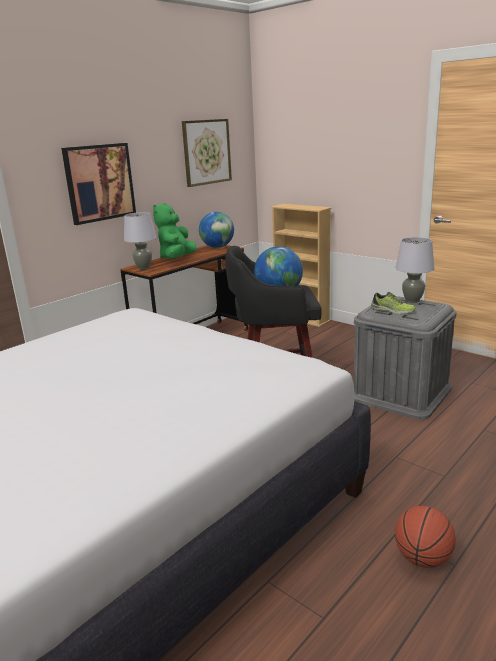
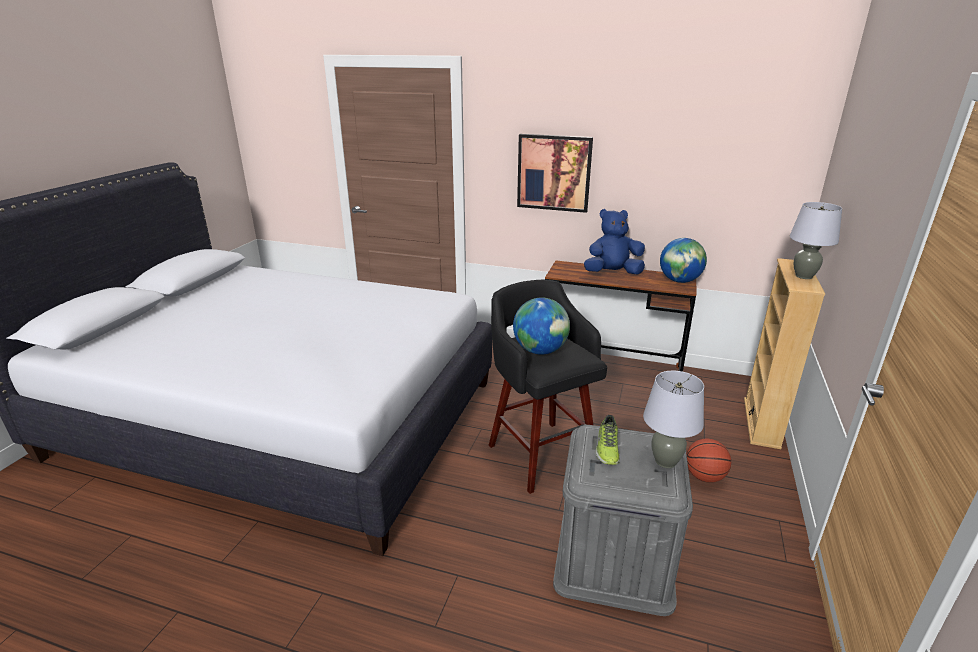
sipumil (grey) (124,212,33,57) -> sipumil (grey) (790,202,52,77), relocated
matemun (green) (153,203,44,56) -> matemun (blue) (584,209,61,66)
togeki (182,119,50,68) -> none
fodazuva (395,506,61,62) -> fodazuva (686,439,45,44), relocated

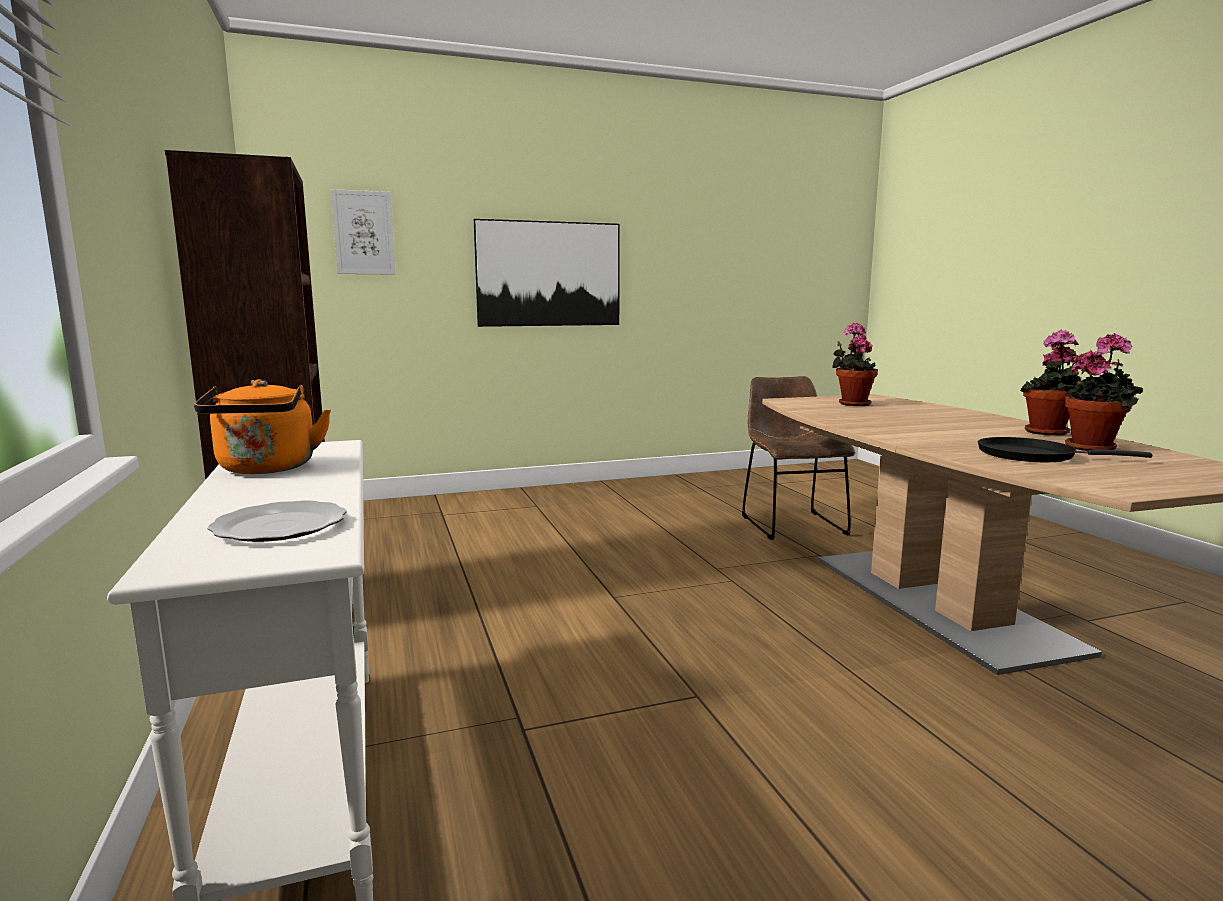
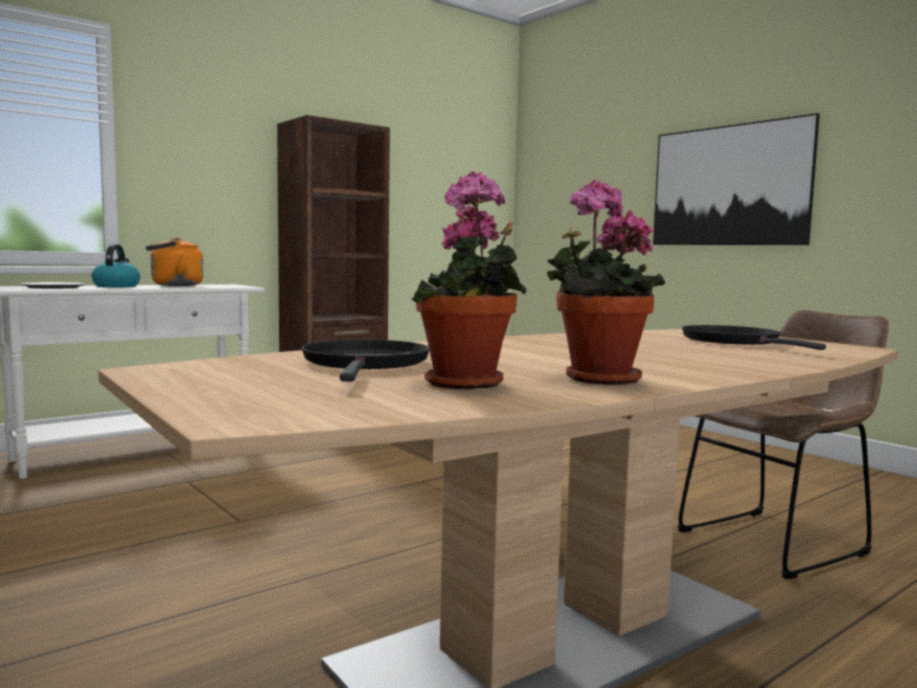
togeki (331,189,64,86) -> none
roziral (832,322,46,84) -> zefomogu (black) (682,325,144,25)
none -> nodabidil (91,244,49,43)

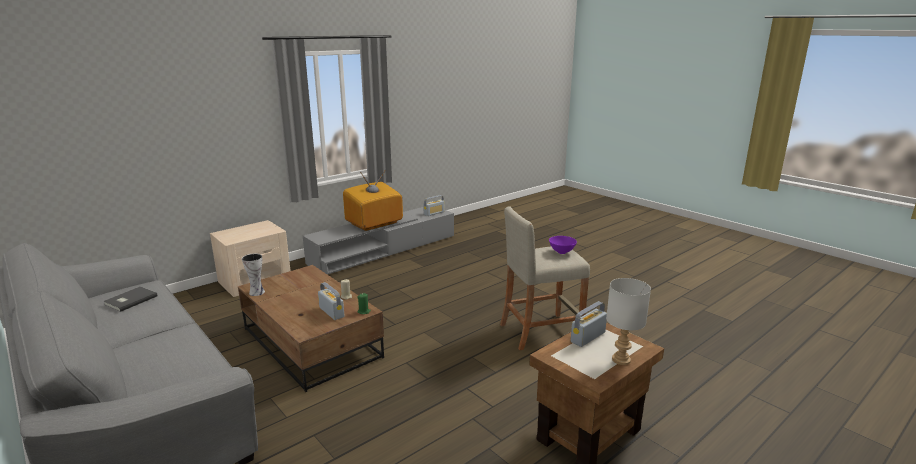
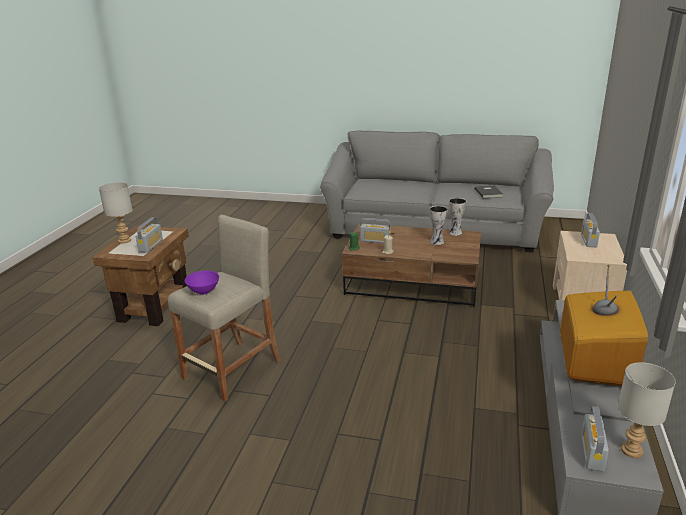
none -> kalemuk (430,206,18,39)
none -> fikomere (581,213,19,34)
none -> sipumil (grey) (618,362,58,96)

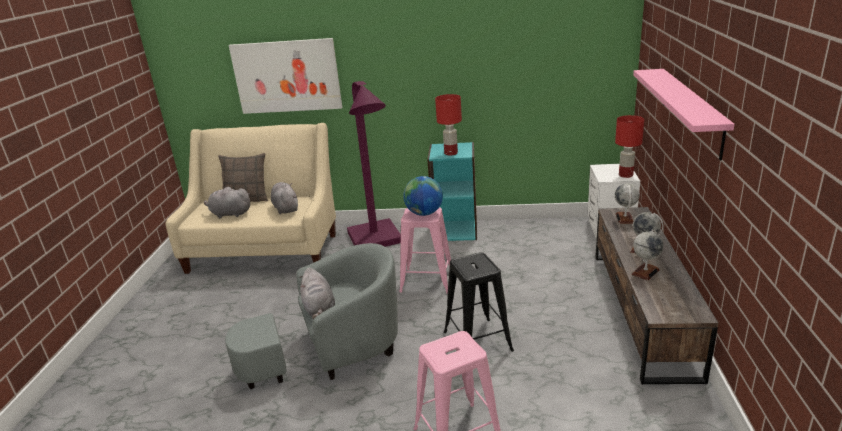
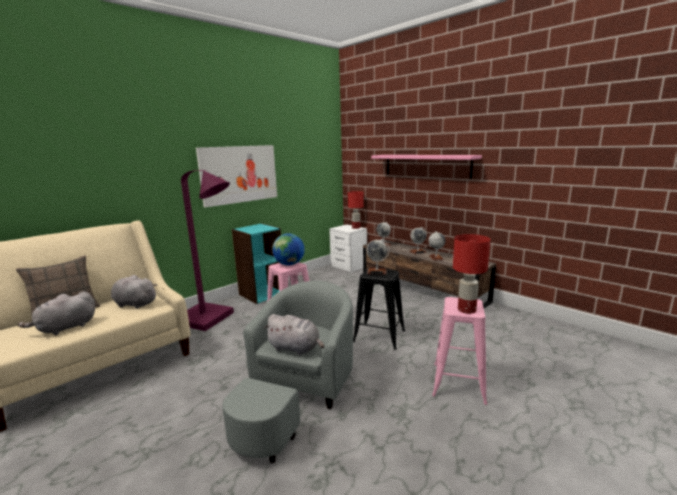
togeki (229,38,113,76) -> togeki (196,145,81,63), relocated
sipumil (red) (435,94,27,61) -> sipumil (red) (453,234,37,80), relocated
none -> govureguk (366,239,23,36)

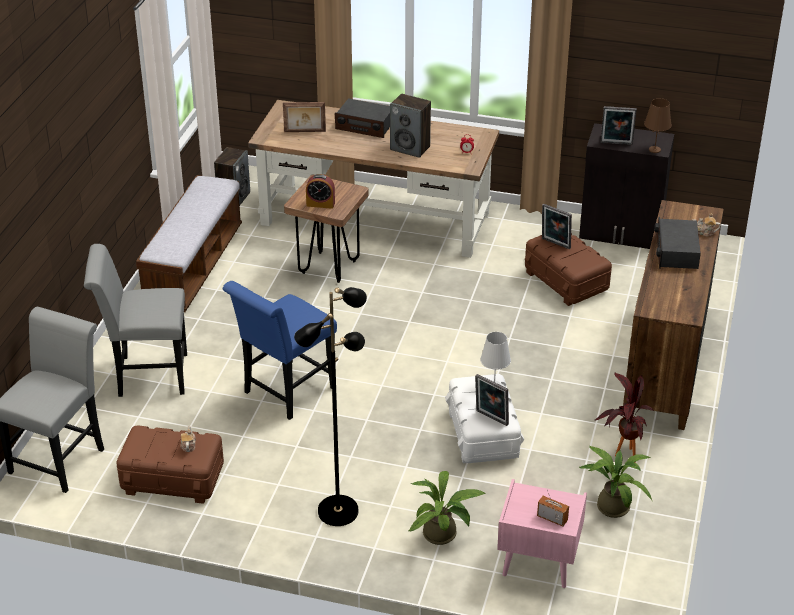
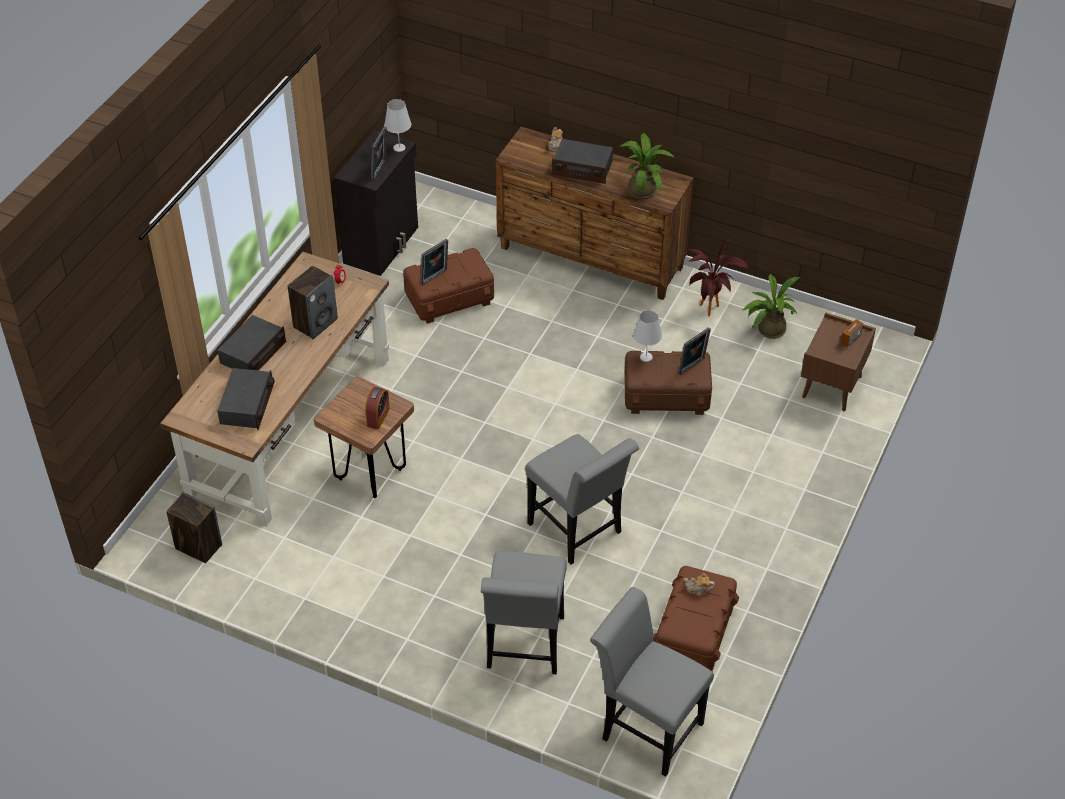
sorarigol (136,175,106,137) -> none
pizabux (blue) (223,281,114,139) -> pizabux (grey) (525,434,114,131)
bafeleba (283,102,43,30) -> fikomere (217,368,57,62)
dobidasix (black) (294,287,73,239) -> none
roziral (409,471,77,74) -> roziral (620,133,55,66), relocated
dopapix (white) (445,374,79,89) -> dopapix (brown) (624,351,88,64)
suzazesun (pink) (497,479,90,109) -> suzazesun (brown) (801,312,75,99)
sipumil (brown) (644,98,28,55) -> sipumil (white) (384,99,27,53)

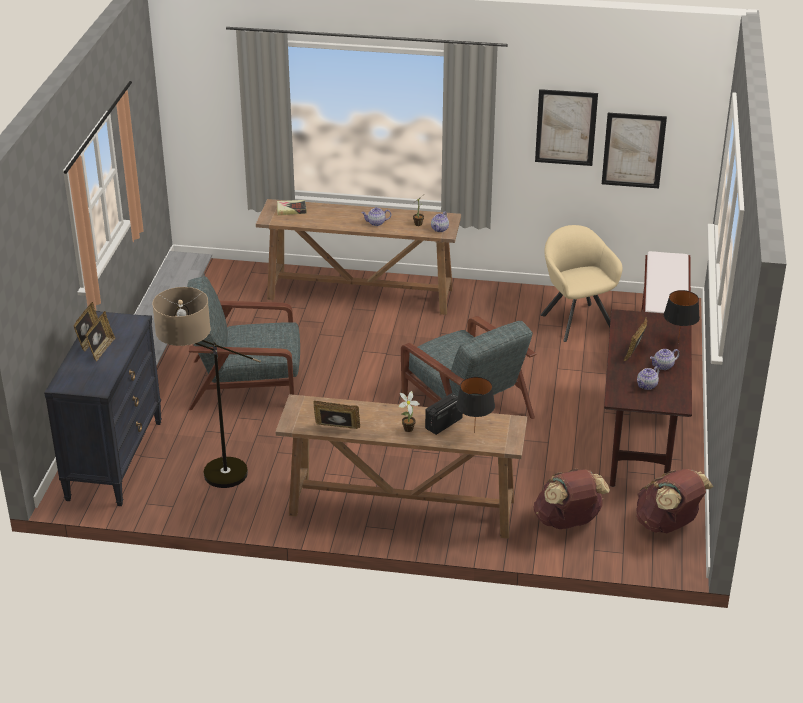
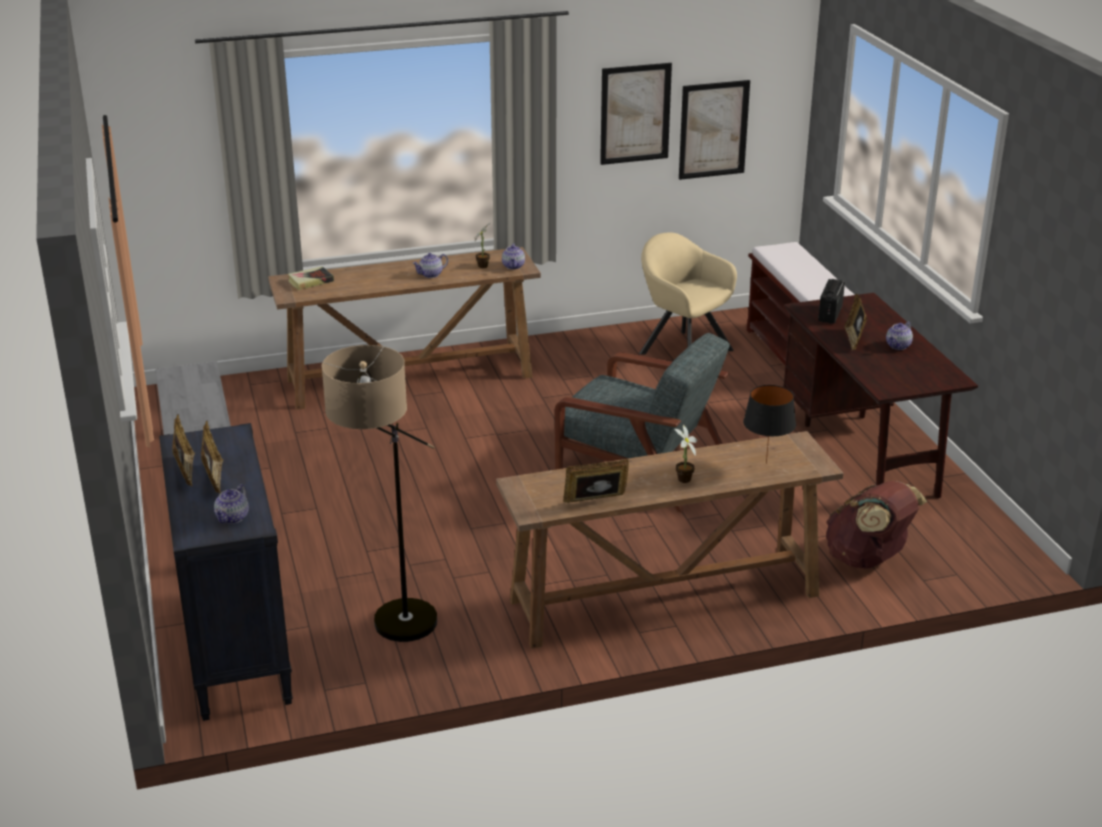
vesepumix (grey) (187,276,113,134) -> none
fikomere (425,393,38,42) -> fikomere (818,279,27,45), relocated
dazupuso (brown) (636,469,78,64) -> none
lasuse (637,366,22,24) -> lasuse (214,484,35,40), relocated
sipumil (black) (664,290,36,52) -> none

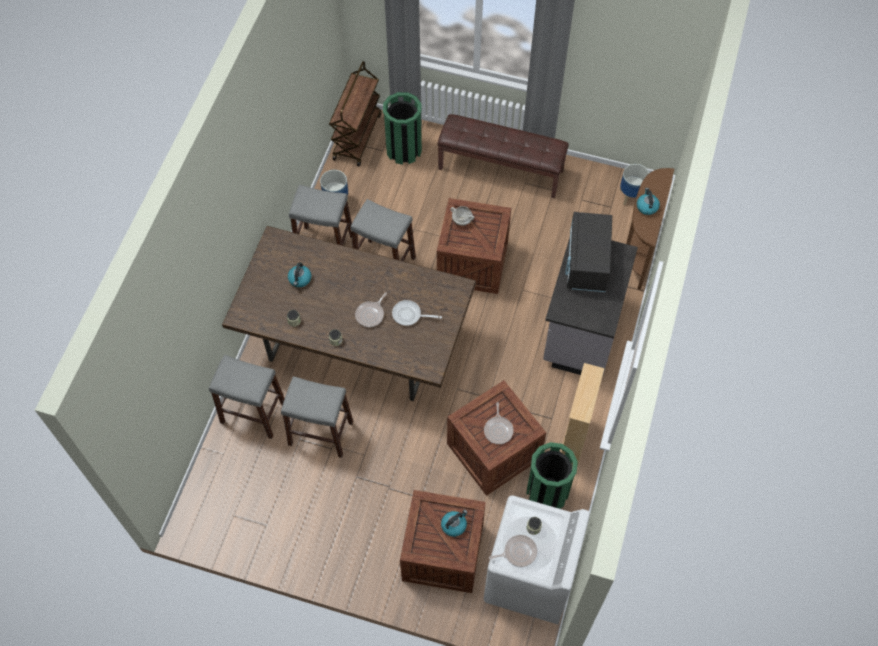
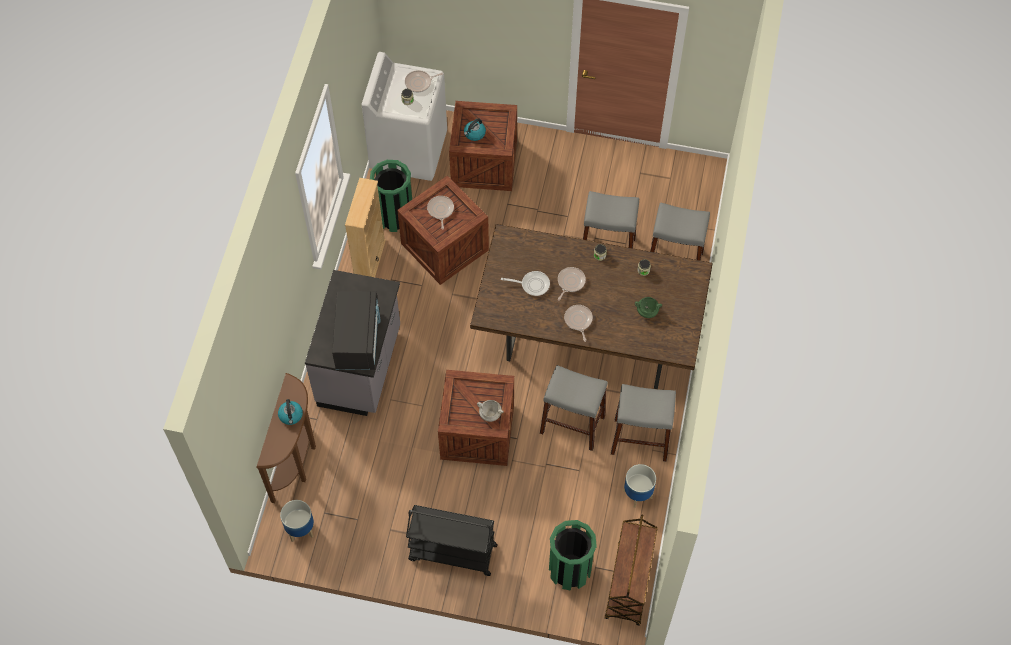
nodabidil (288,262,24,25) -> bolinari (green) (635,297,27,21)
sorarigol (brown) (437,114,132,84) -> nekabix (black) (406,505,92,71)
none -> zefomogu (564,305,29,37)

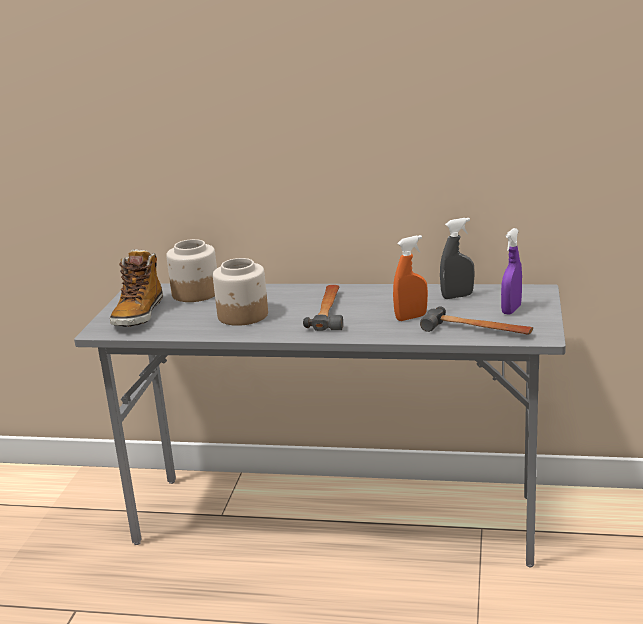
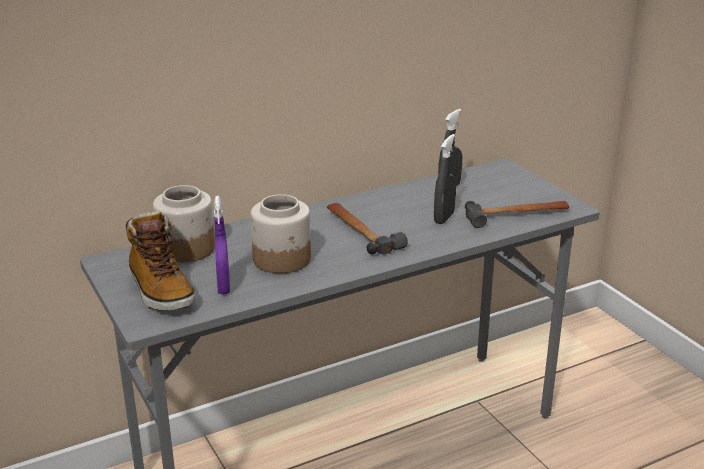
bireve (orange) (393,235,35,86) -> bireve (grey) (434,134,22,90)
bireve (purple) (501,228,21,87) -> bireve (purple) (214,196,16,99), relocated

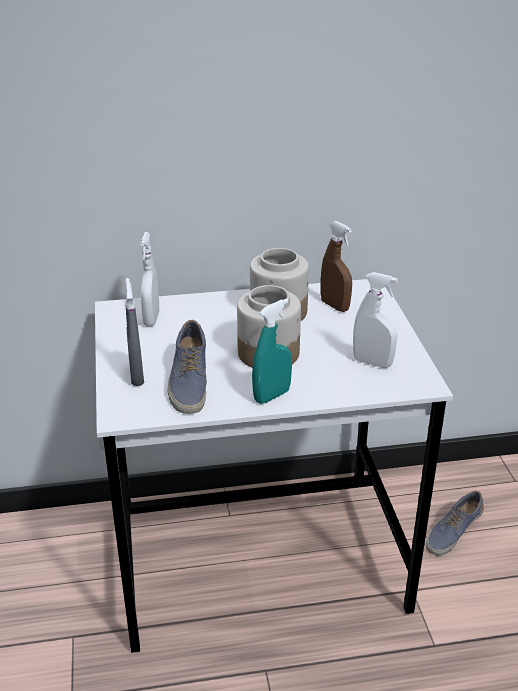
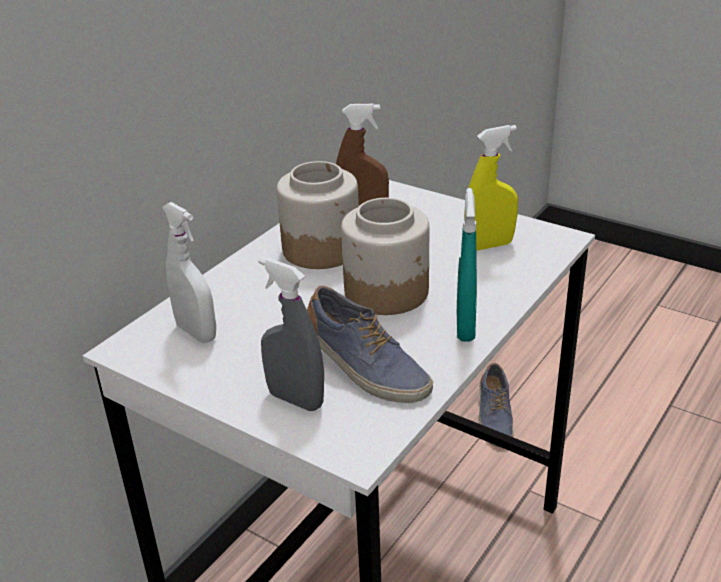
bireve (white) (353,272,45,96) -> bireve (yellow) (464,125,54,126)

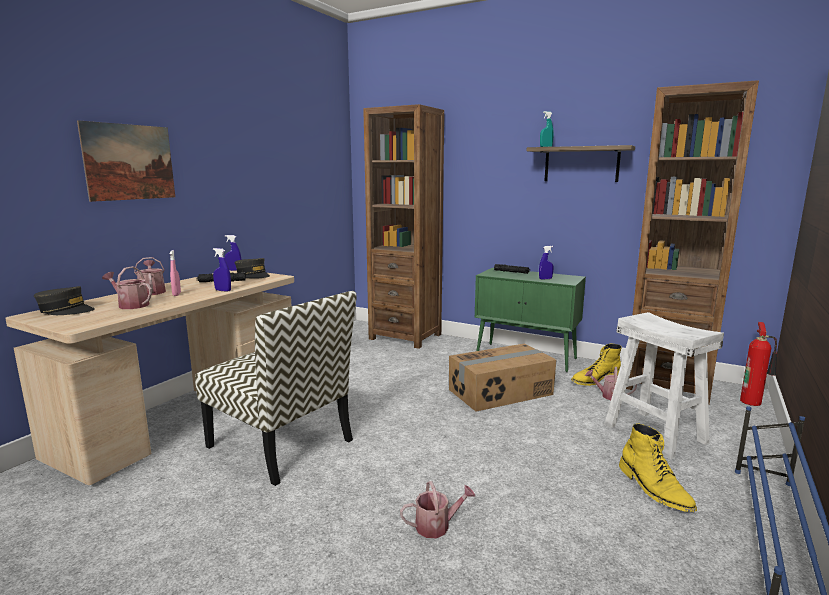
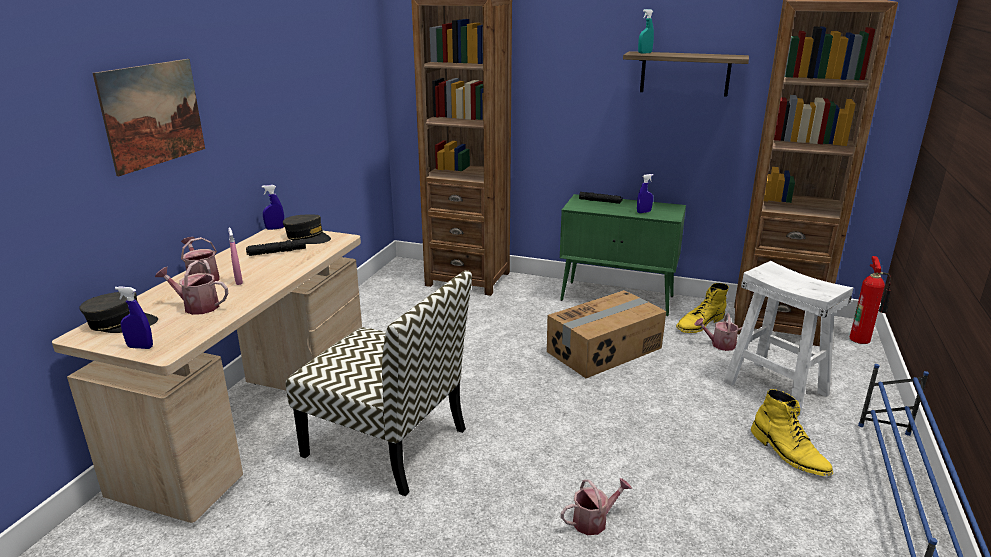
bireve (blue) (213,248,18,44) -> bireve (blue) (115,286,38,63), relocated

